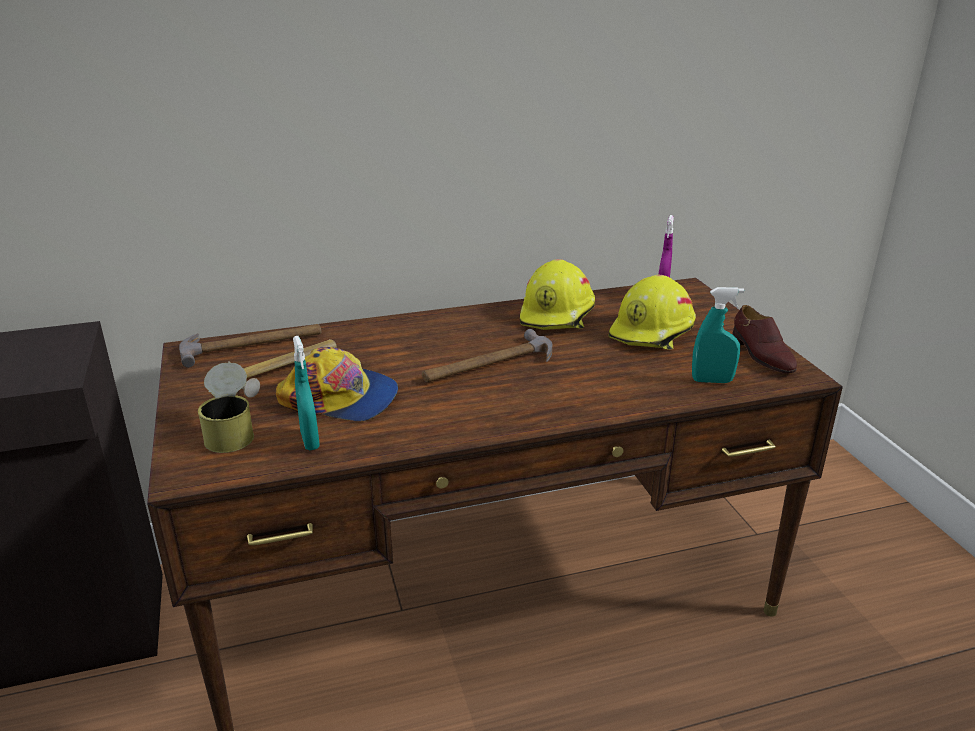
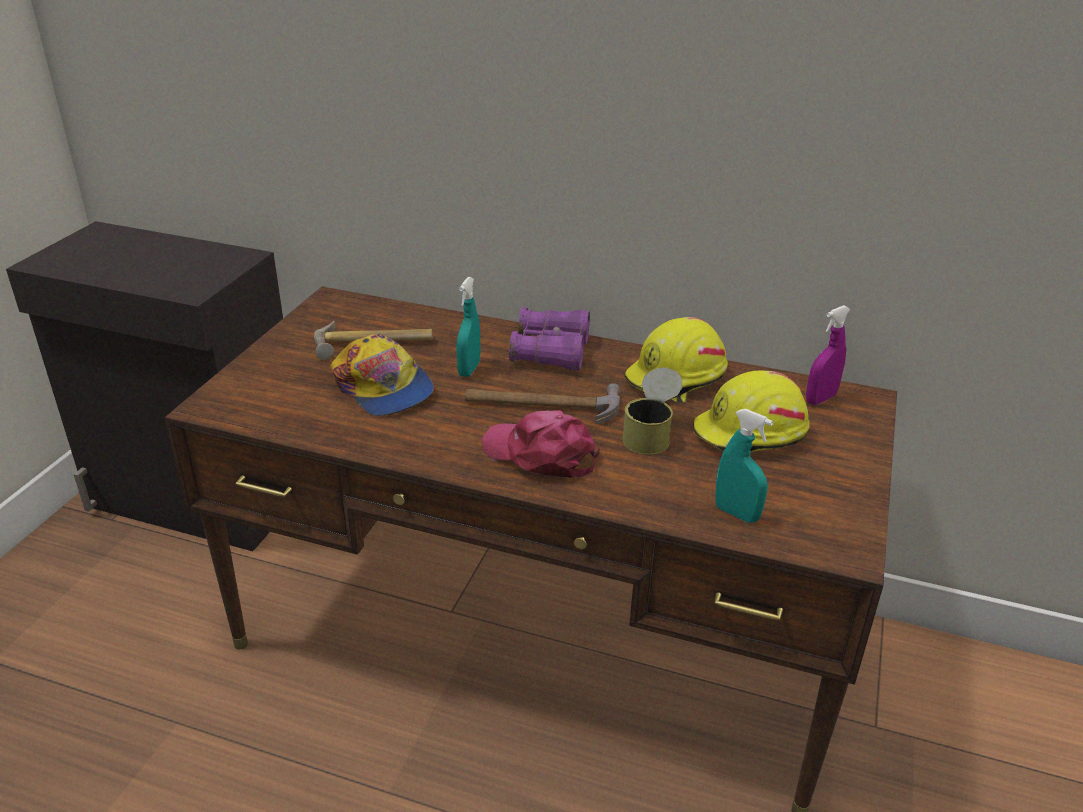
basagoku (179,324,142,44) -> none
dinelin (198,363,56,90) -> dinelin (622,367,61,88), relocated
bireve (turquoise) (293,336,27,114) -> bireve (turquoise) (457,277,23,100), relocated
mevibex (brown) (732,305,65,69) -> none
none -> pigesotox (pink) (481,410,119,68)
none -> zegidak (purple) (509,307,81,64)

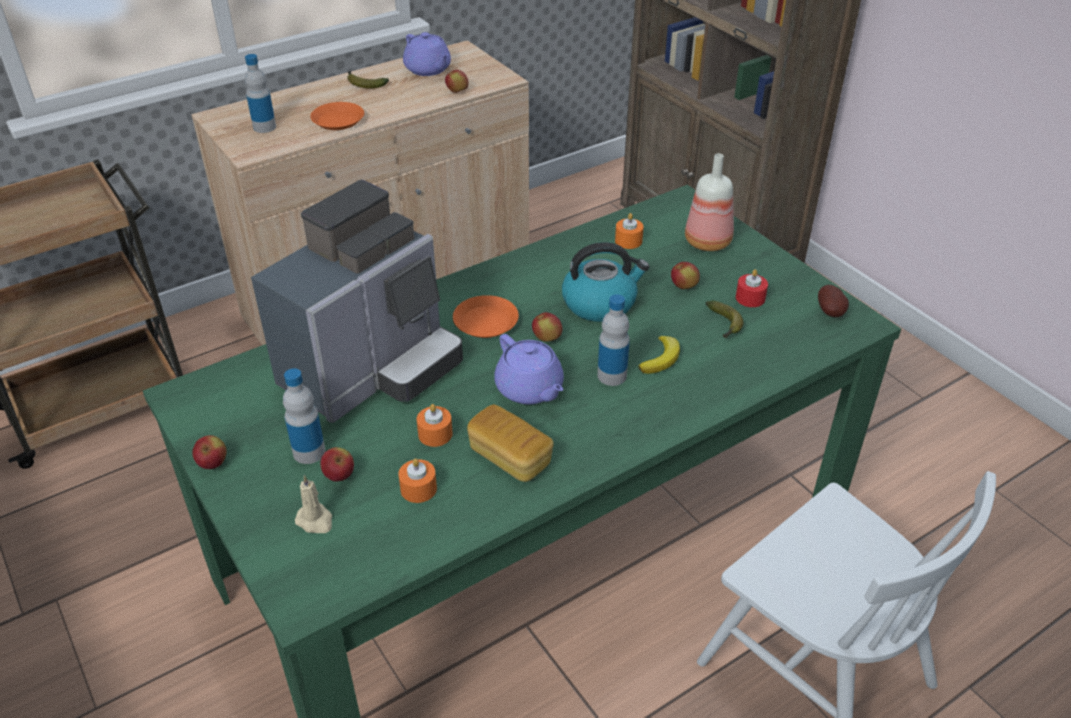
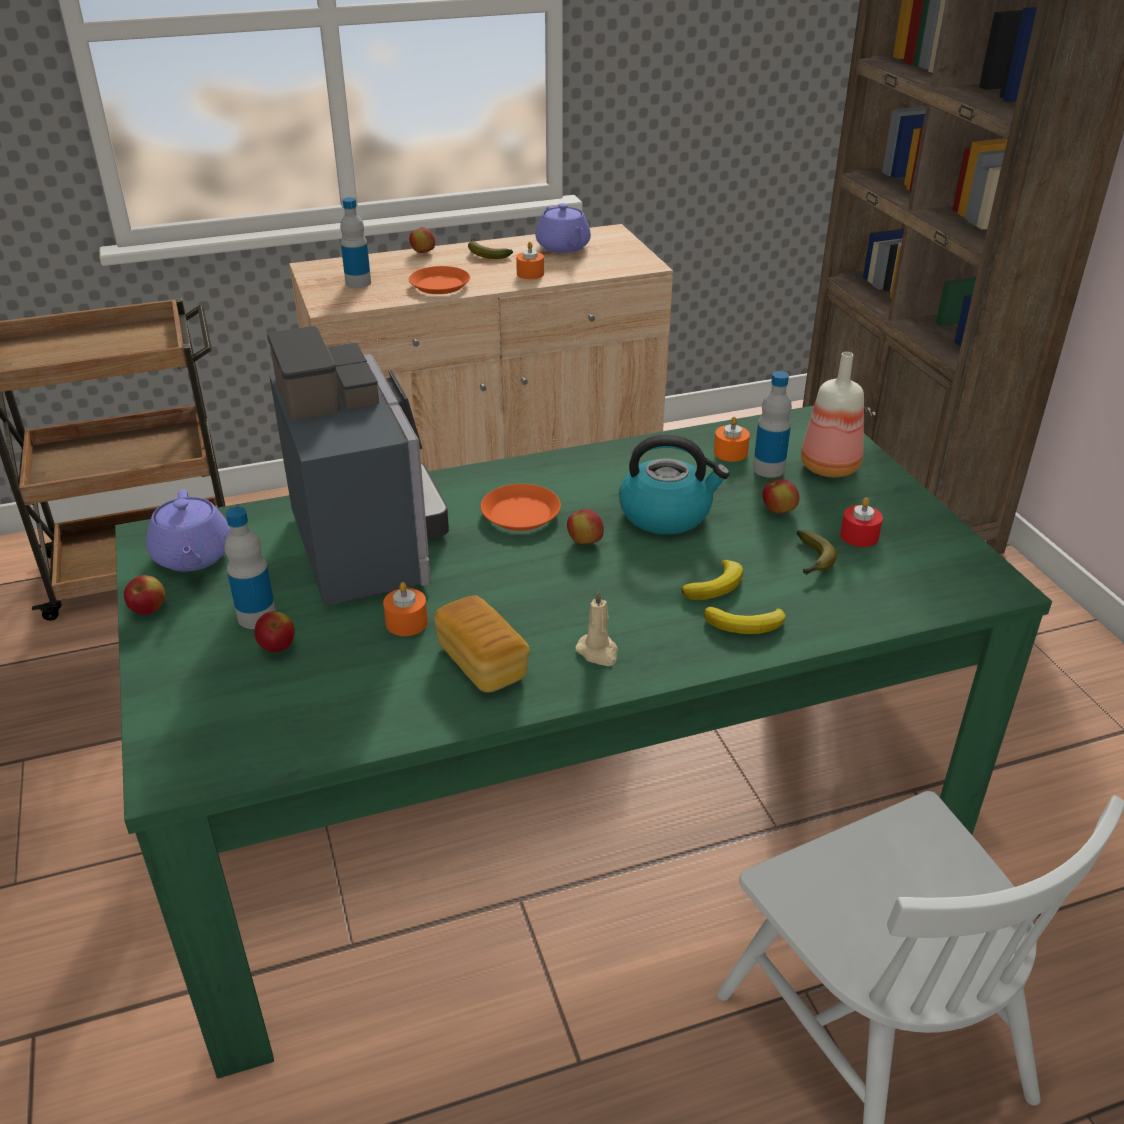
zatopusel (251,180,212,243) -> zatopusel (267,326,182,280), 75 degrees counterclockwise
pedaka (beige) (295,475,37,58) -> pedaka (beige) (575,590,43,76), relocated
pedaka (orange) (398,459,39,44) -> pedaka (orange) (516,242,28,37), relocated
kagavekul (445,70,24,23) -> kagavekul (409,227,26,26), relocated
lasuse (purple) (494,334,70,70) -> lasuse (purple) (146,489,84,82), relocated
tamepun (597,294,33,92) -> tamepun (753,371,39,107), relocated
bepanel (818,285,31,32) -> none
none -> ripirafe (704,607,81,27)

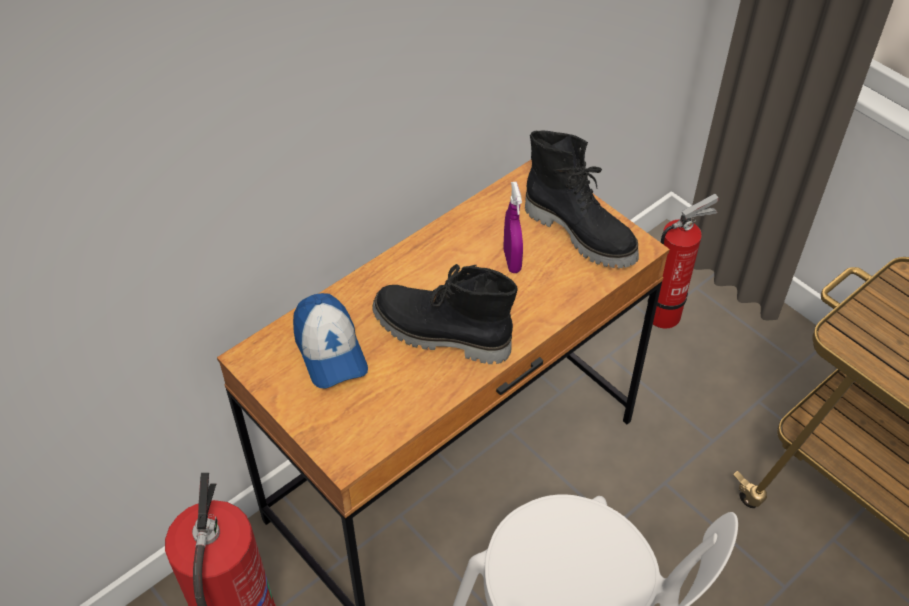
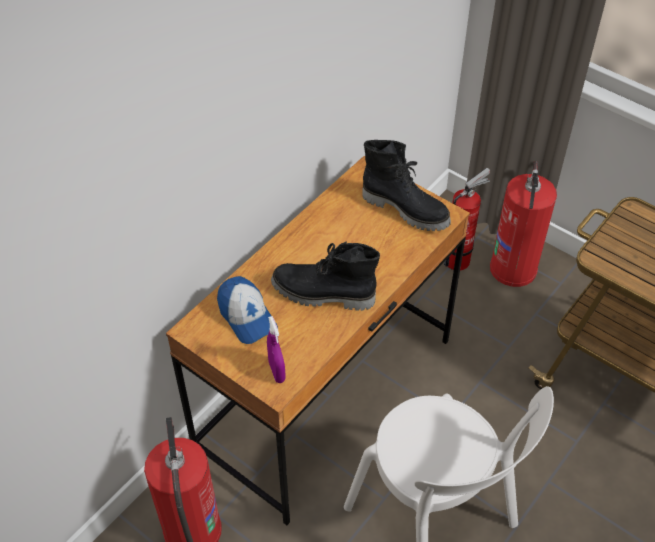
bireve (purple) (504,182,19,91) -> bireve (purple) (267,316,19,67), relocated
none -> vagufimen (490,161,67,126)

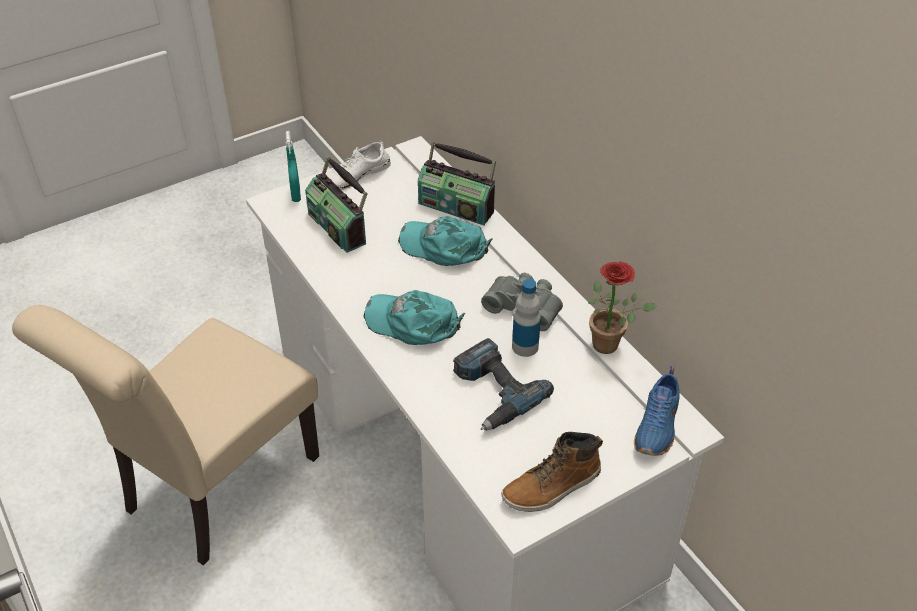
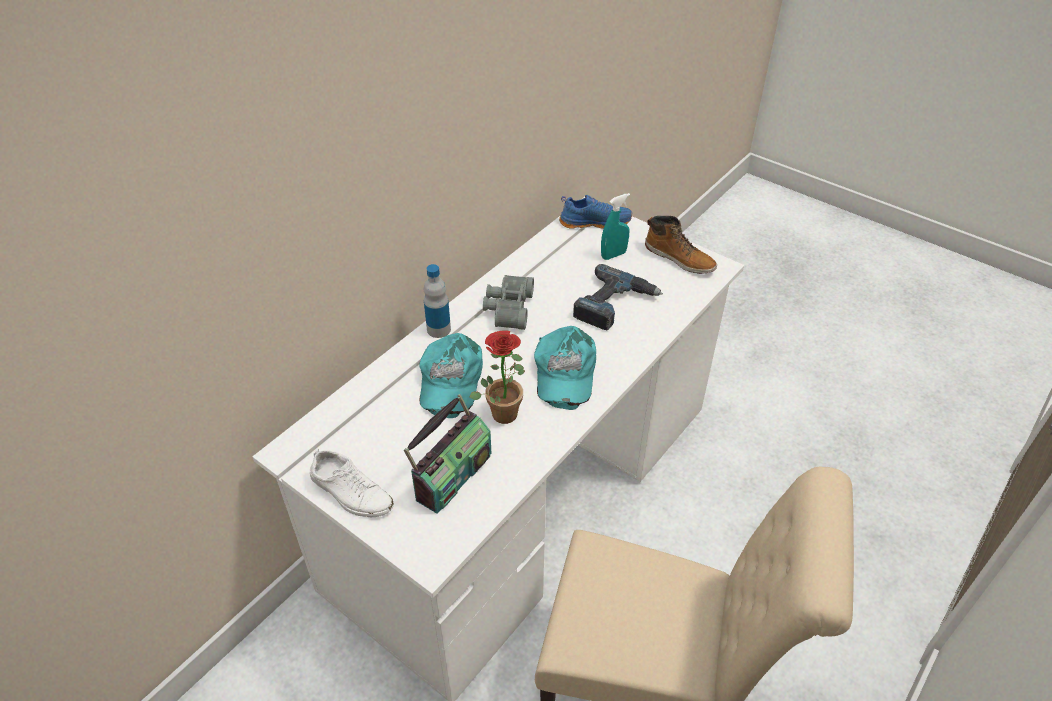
bireve (turquoise) (286,131,15,71) -> bireve (turquoise) (601,193,29,67), relocated
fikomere (418,142,78,83) -> none
tamepun (512,279,29,78) -> tamepun (424,264,27,74), relocated
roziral (588,261,69,93) -> roziral (470,330,55,94), relocated

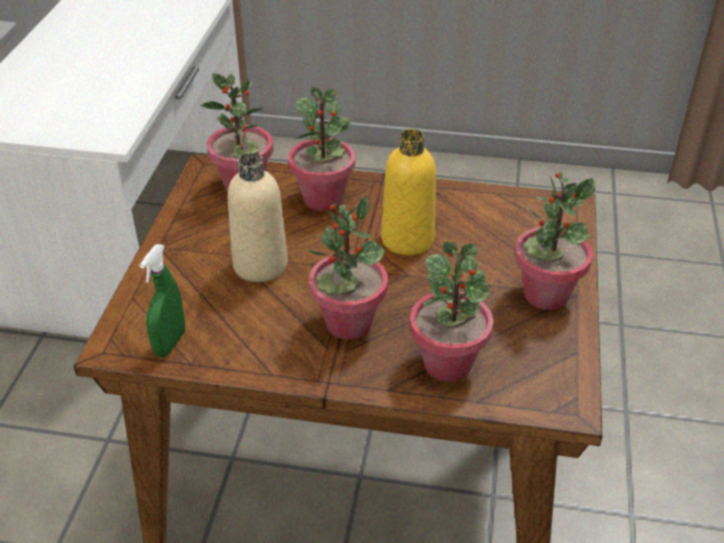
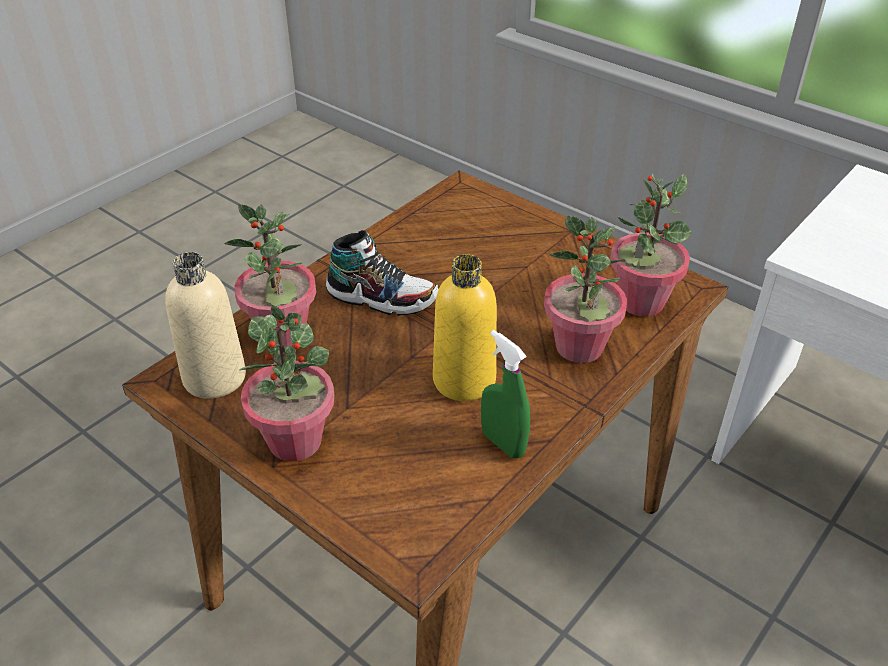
bireve (green) (140,244,45,113) -> bireve (green) (481,330,49,128), relocated
tamepun (beige) (228,153,60,129) -> tamepun (beige) (165,252,81,147), relocated
roziral (308,195,80,144) -> mevibex (326,230,112,86)

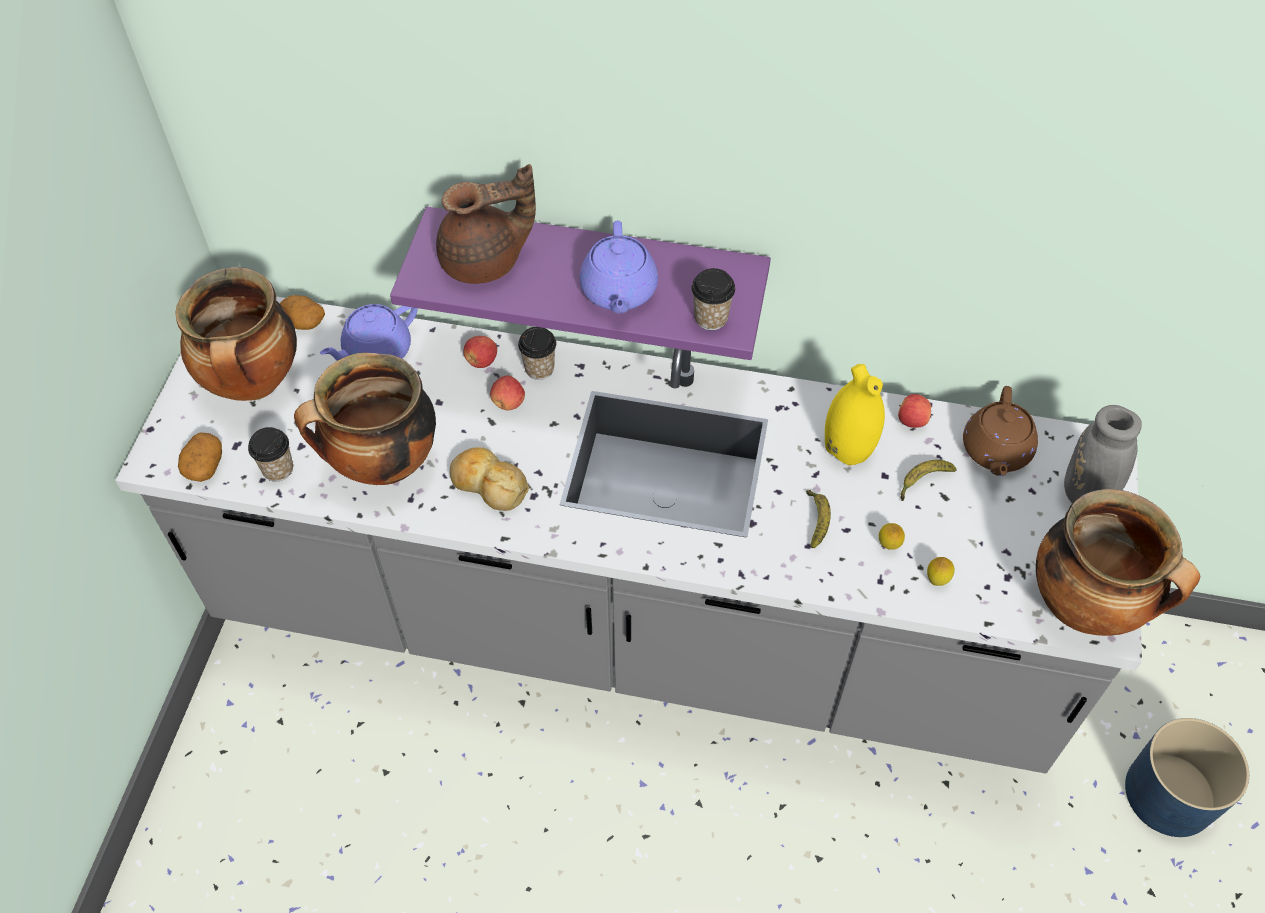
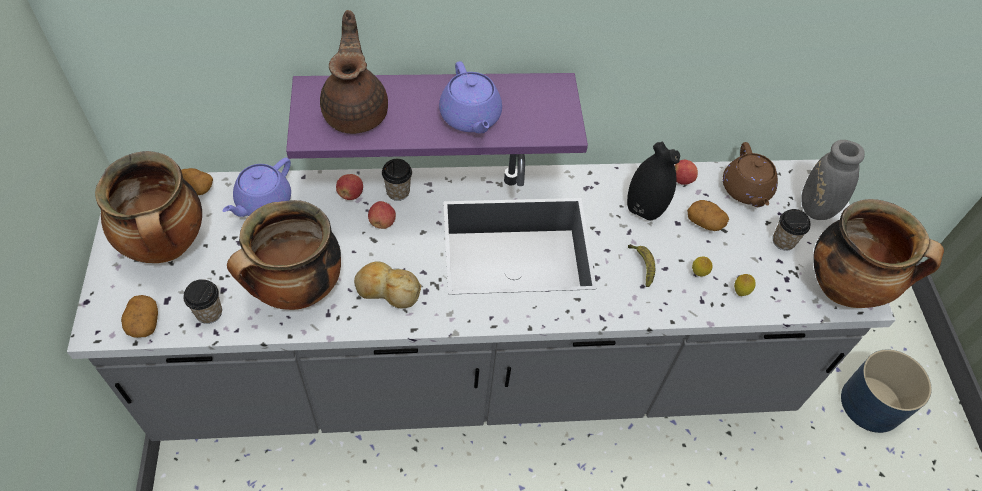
lasuse (brown) (436,164,100,120) -> lasuse (brown) (320,10,68,124), 60 degrees counterclockwise
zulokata (692,268,43,62) -> zulokata (773,209,38,42), relocated
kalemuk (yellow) (825,364,60,101) -> kalemuk (black) (627,142,53,79)
ripirafe (901,460,56,41) -> bepanel (687,200,42,31)

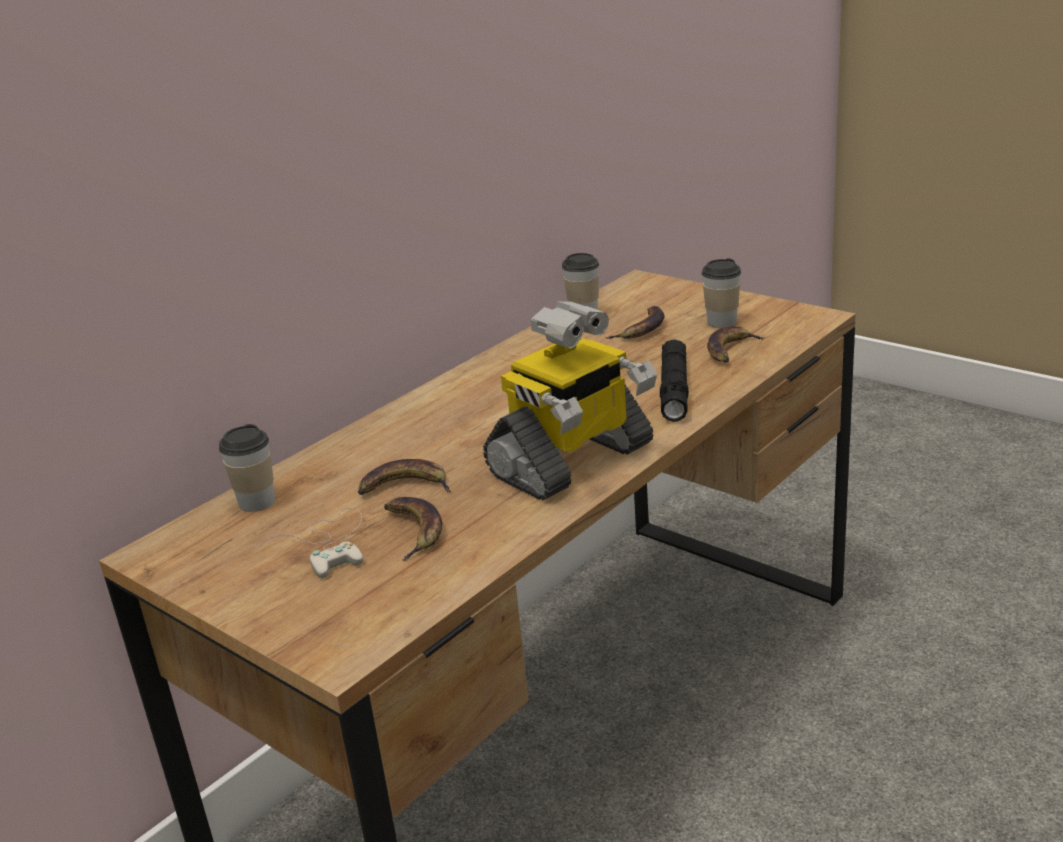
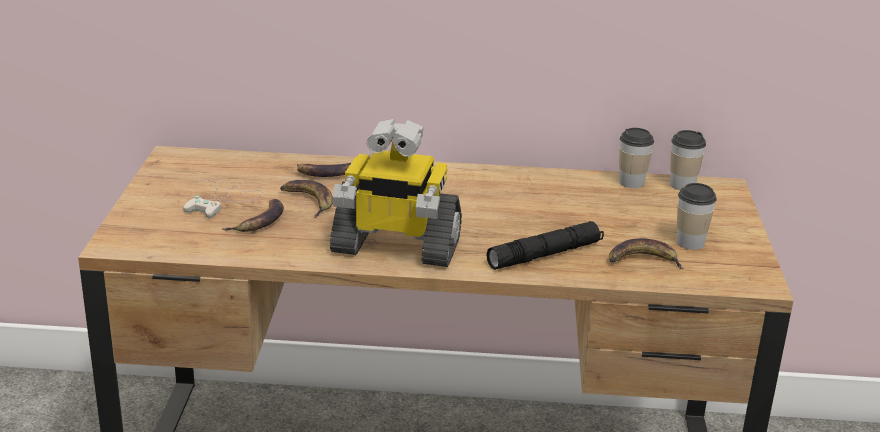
zulokata (219,424,56,88) -> zulokata (670,130,36,60), relocated
ripirafe (605,306,60,33) -> ripirafe (297,163,54,14), relocated

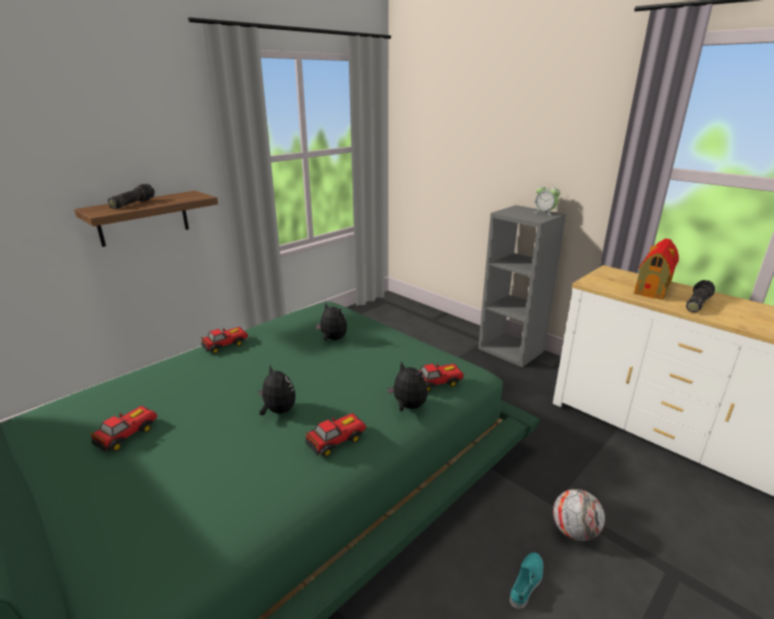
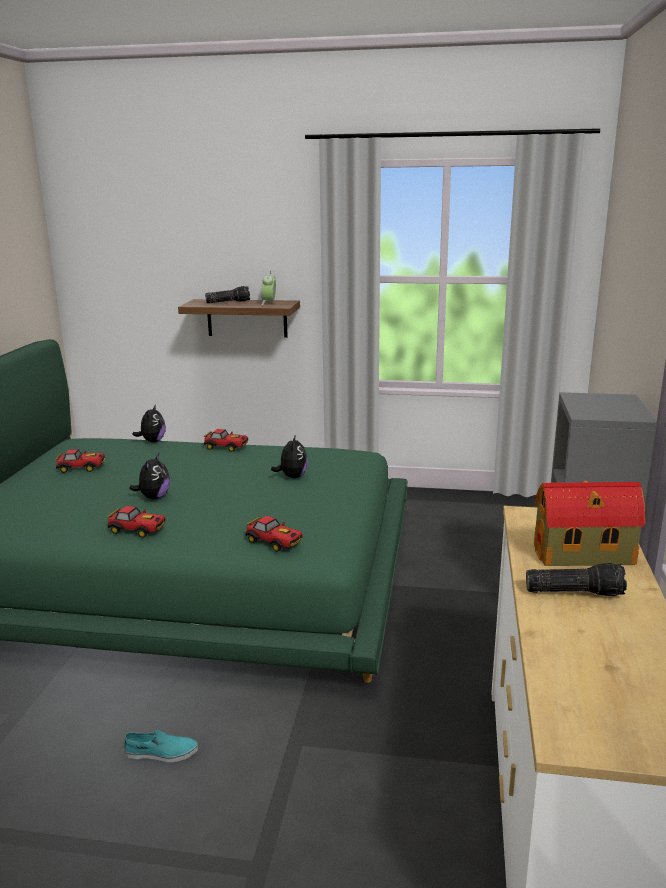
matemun (387,361,41,51) -> matemun (132,404,34,39), relocated
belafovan (533,183,27,33) -> belafovan (261,271,15,34), relocated
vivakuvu (553,489,52,52) -> none

